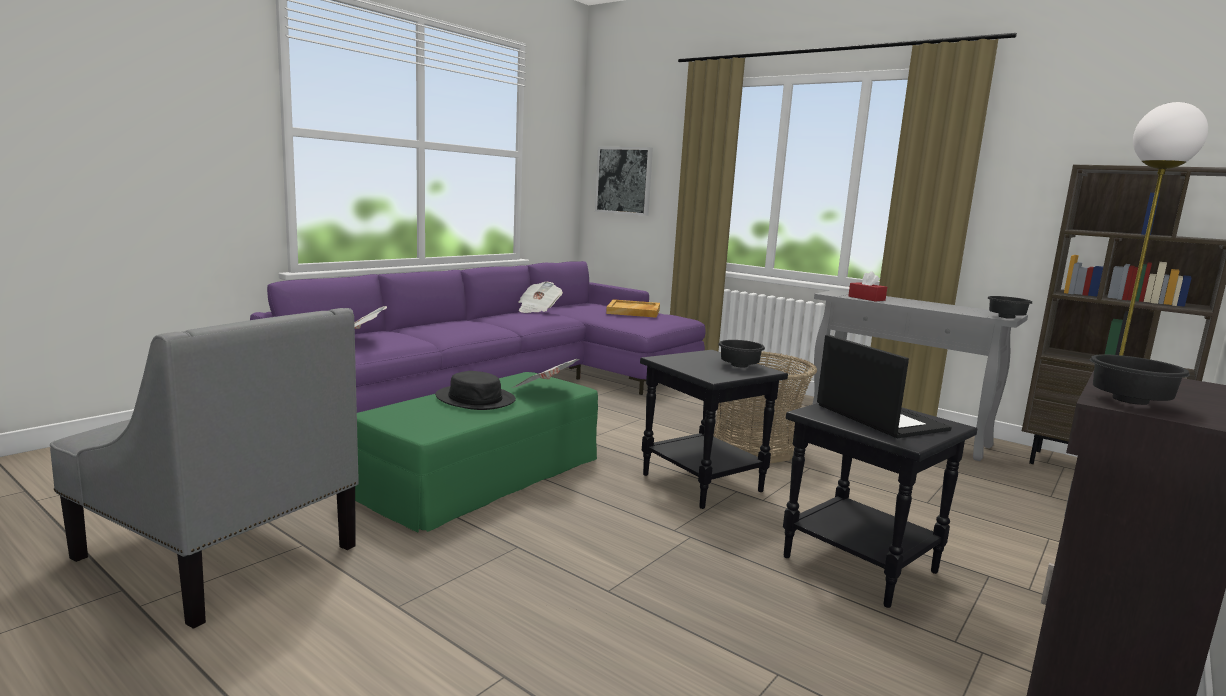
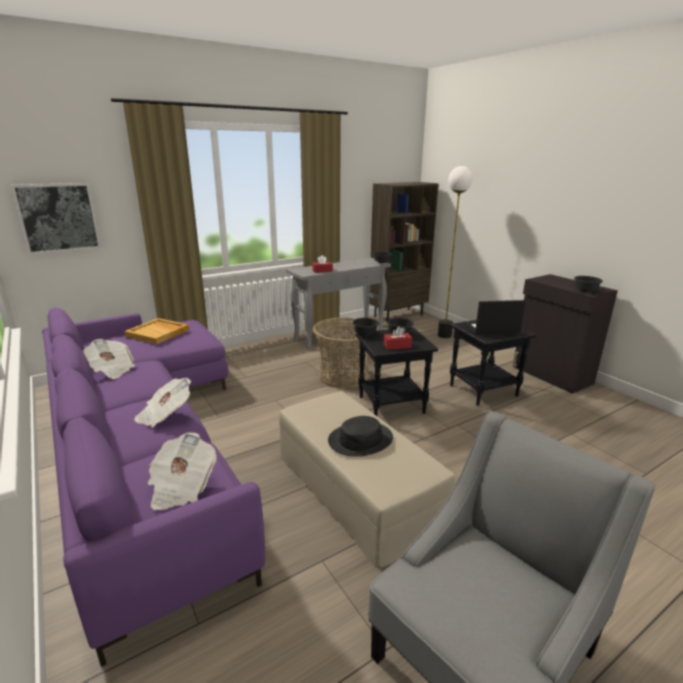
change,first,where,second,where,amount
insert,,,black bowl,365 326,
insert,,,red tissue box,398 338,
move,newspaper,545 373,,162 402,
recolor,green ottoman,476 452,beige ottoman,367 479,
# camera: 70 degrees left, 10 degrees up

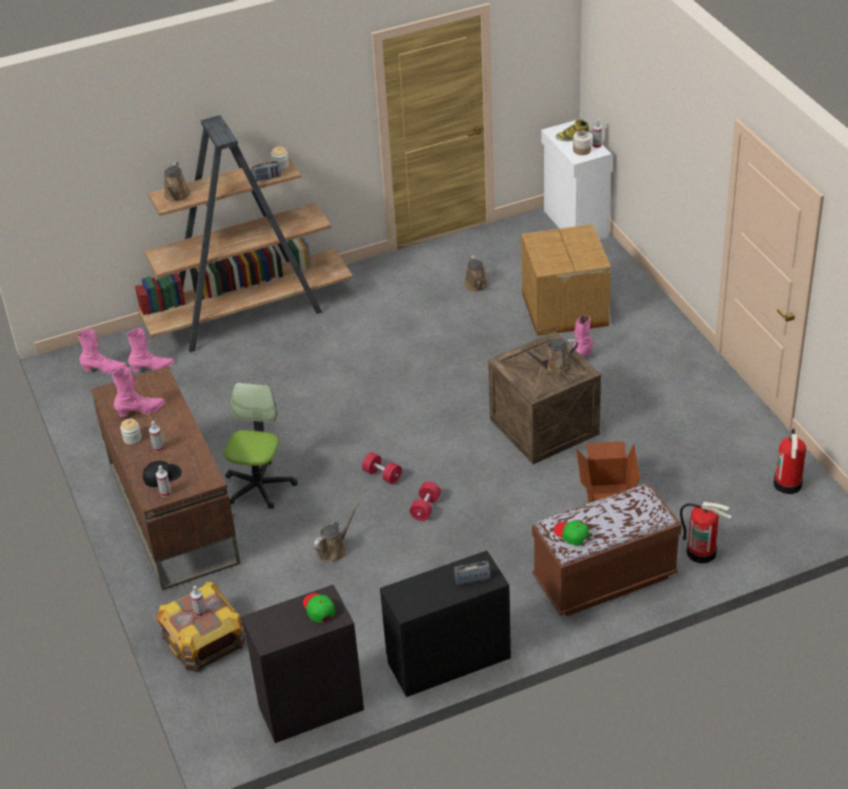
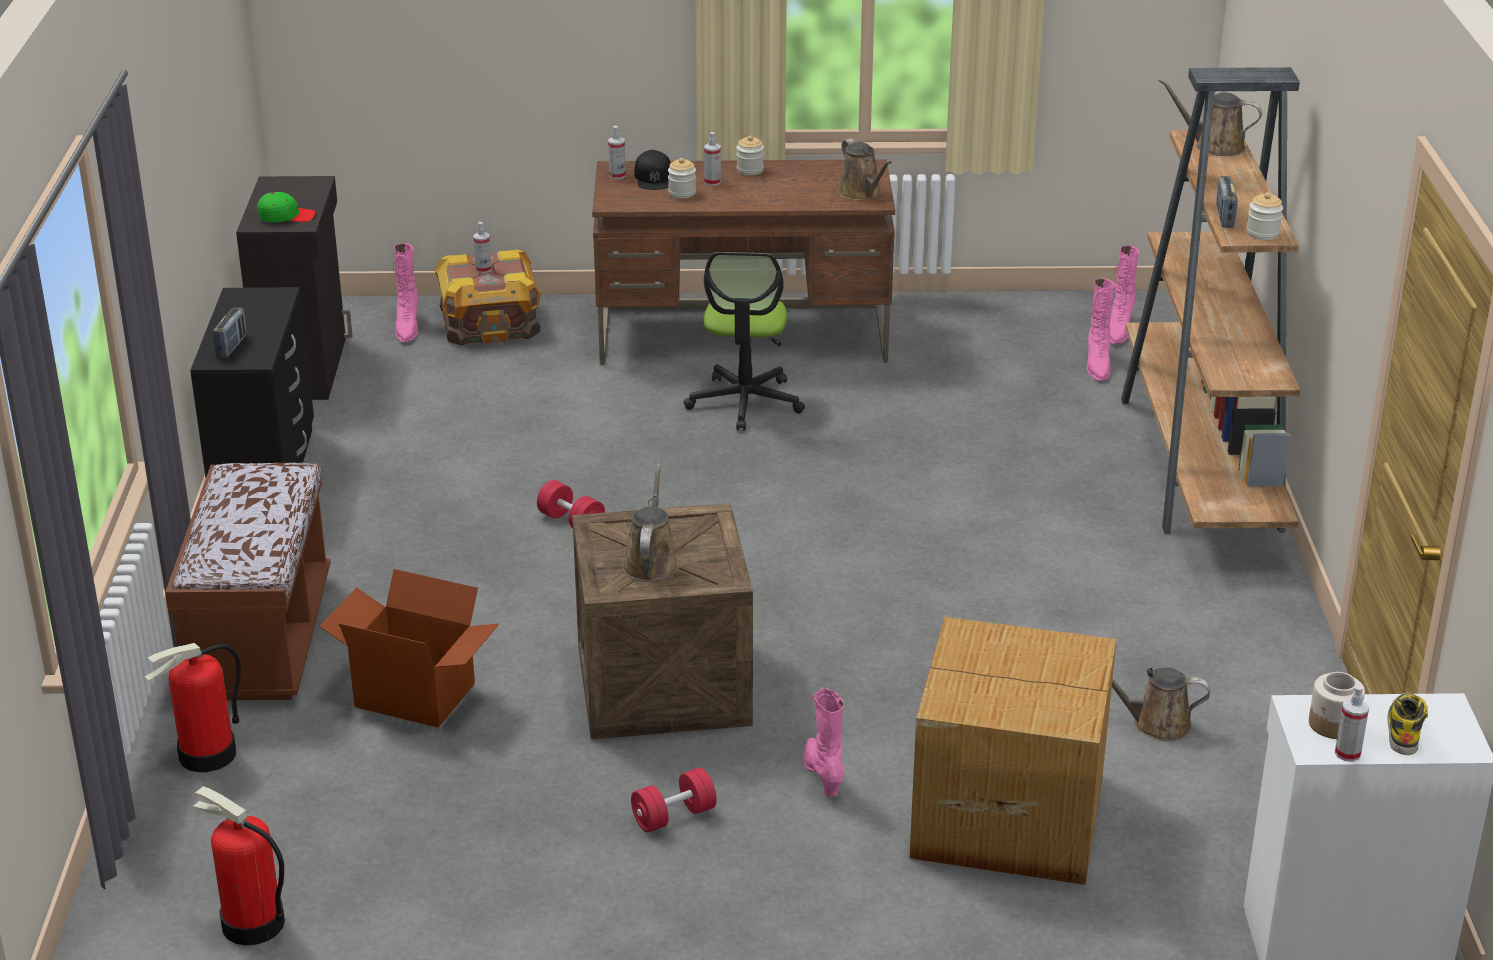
change,first,where,second,where,amount
delete,green cap,571 533,,,
insert,,,jar,682 178,
move,pink boot,138 392,,405 292,
move,brown watering can,336 532,,864 170,
move,red dumbbell,382 468,,674 800,
rotate,office chair,260 445,,744 341,60 degrees clockwise
# camera: 110 degrees right, 10 degrees down

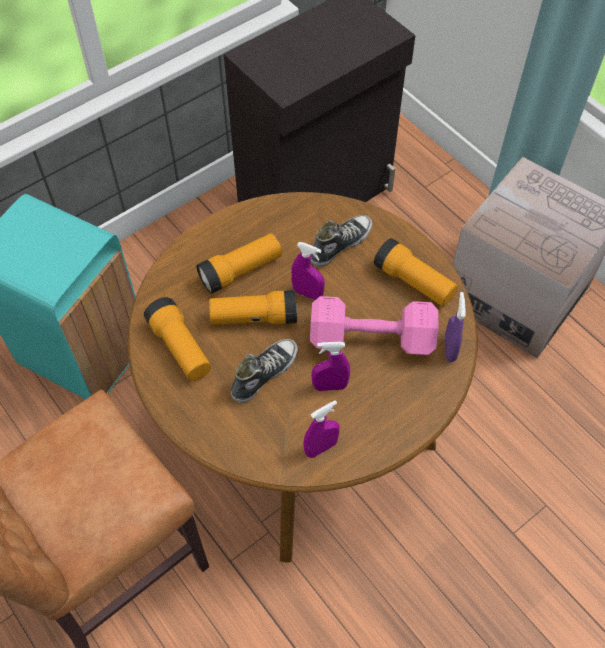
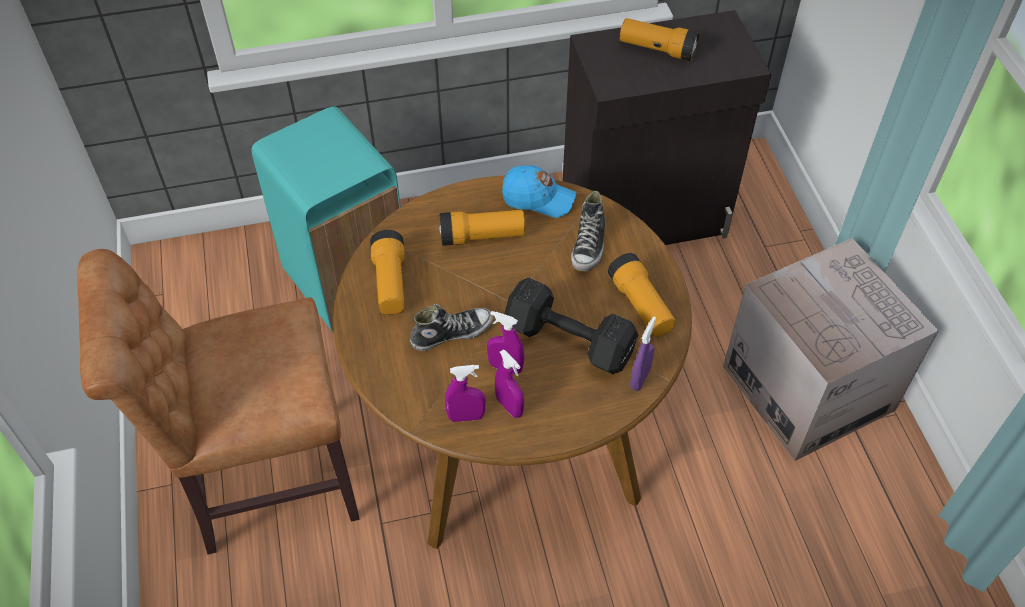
change,first,where,second,where,amount
insert,,,blue cap,539 191,
move,flashlight,253 307,,659 39,
move,purple spray bottle,308 271,,509 383,
recolor,pink dumbbell,374 325,black dumbbell,571 325,
rotate,shoe,342 241,,588 231,120 degrees clockwise
# camera: 25 degrees right, 5 degrees down

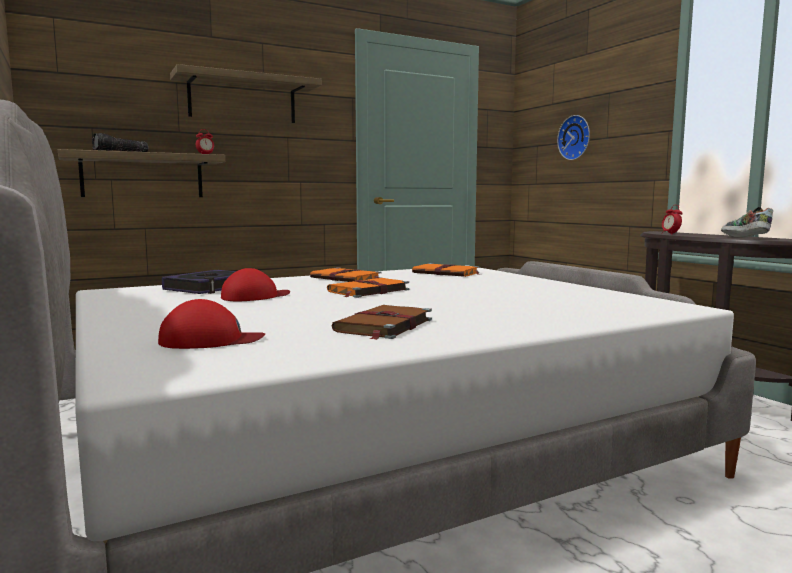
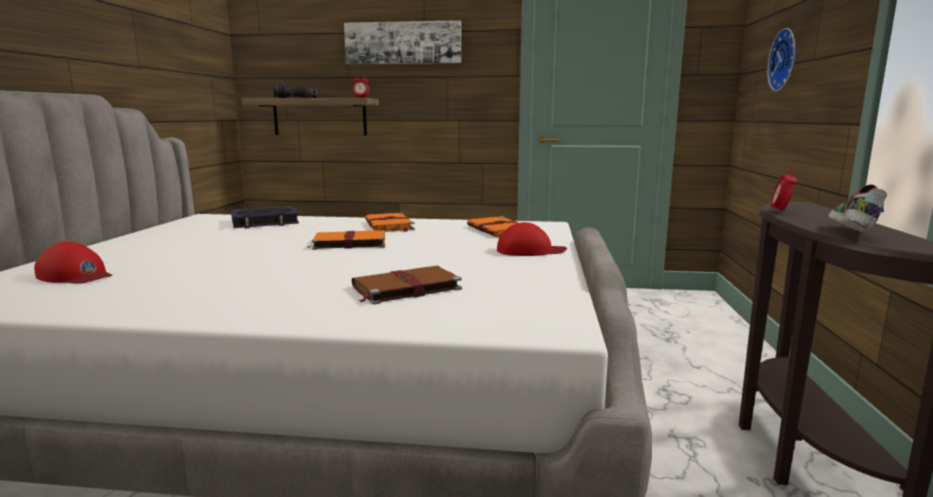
change,first,where,second,where,amount
move,red cap,255 284,,532 239,
move,brown book,381 322,,407 285,
replace,shelf,246 93,picture,402 42,
# camera: 35 degrees right, 5 degrees up

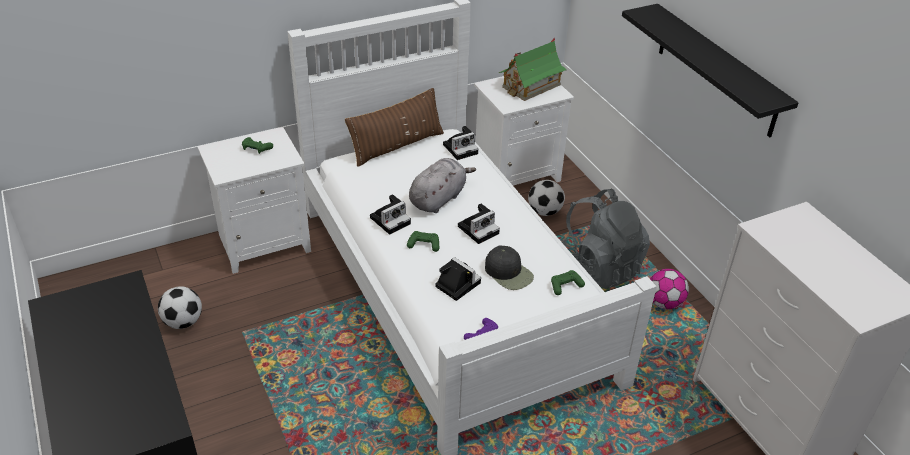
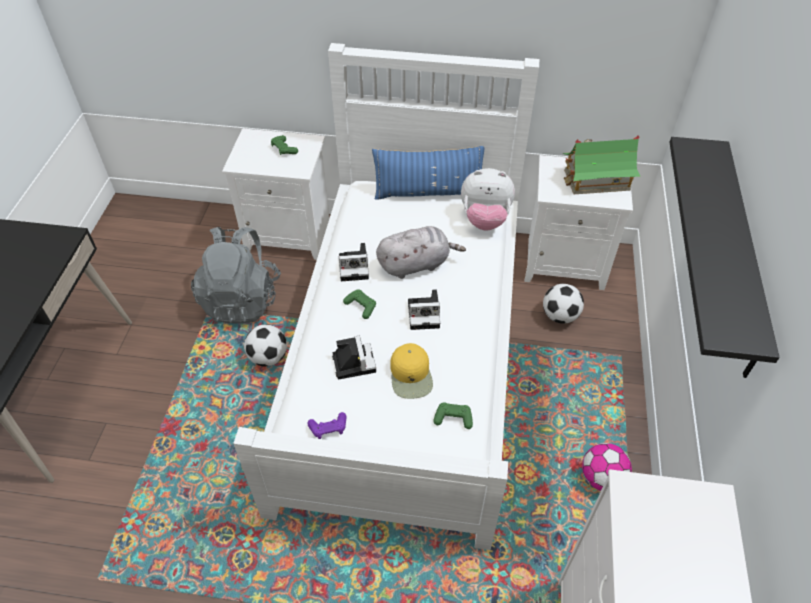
change,first,where,second,where,amount
move,football,180 307,,265 345,
move,grey backpack,605 238,,236 275,
replace,photo camera,461 143,plush toy,488 199,
recolor,brown pillow,394 127,blue pillow,428 173,
recolor,black cap,509 267,yellow cap,411 371,
# camera: 35 degrees right, 10 degrees up

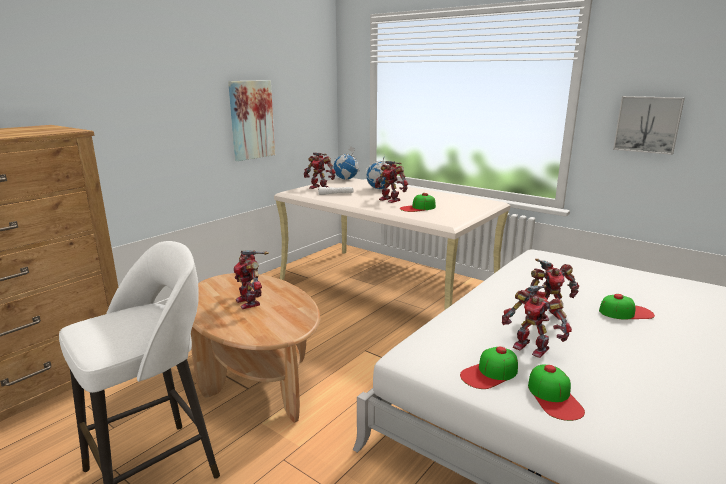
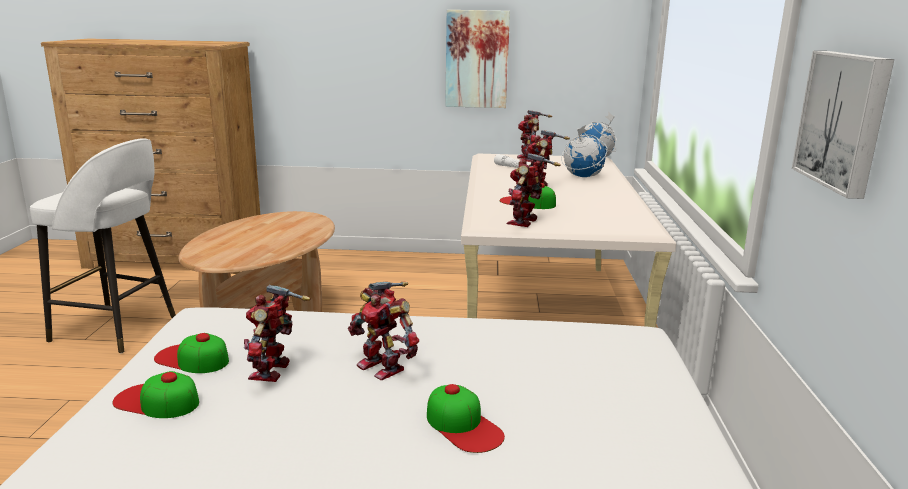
change,first,where,second,where,amount
move,toy robot,251 279,,533 190,
rotate,cap,556 392,,156 394,60 degrees clockwise
# camera: 55 degrees right, 0 degrees up

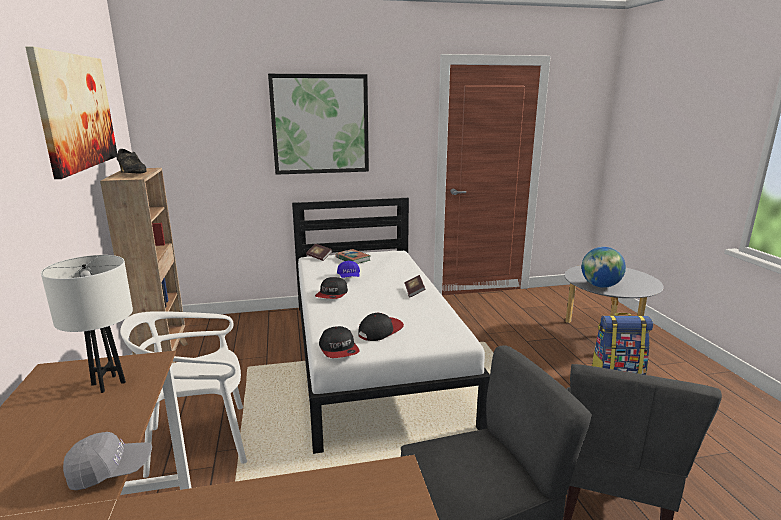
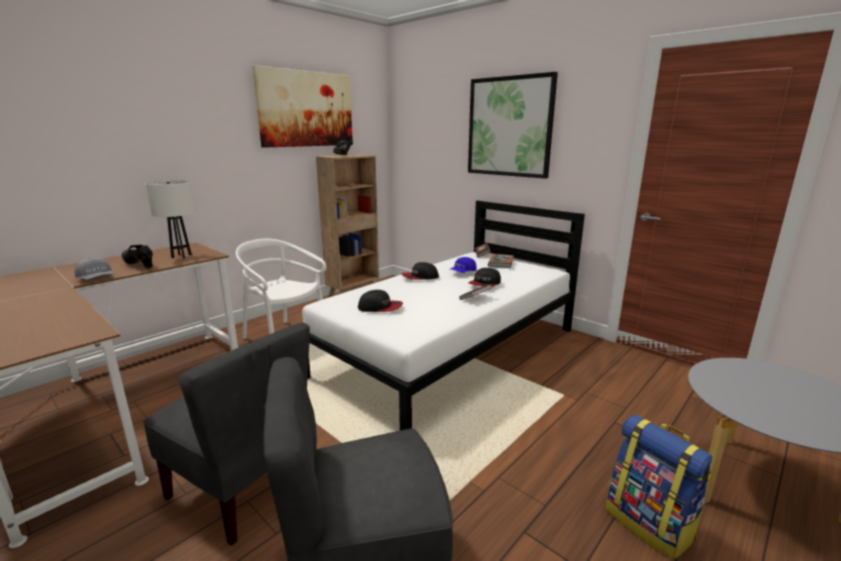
change,first,where,second,where,amount
delete,globe,604 267,,,
insert,,,black shoe,137 256,
move,cap,339 342,,485 277,
# camera: 55 degrees right, 0 degrees up

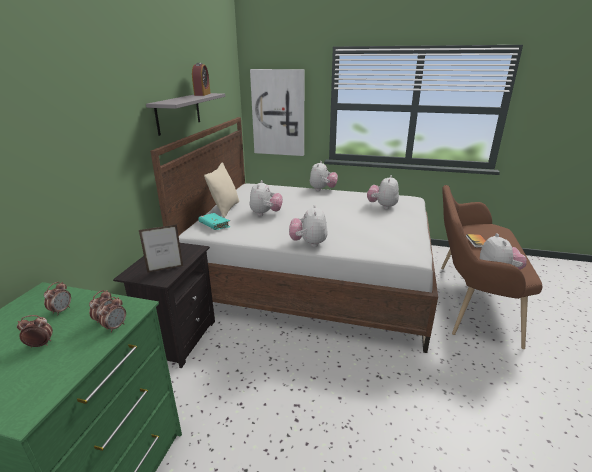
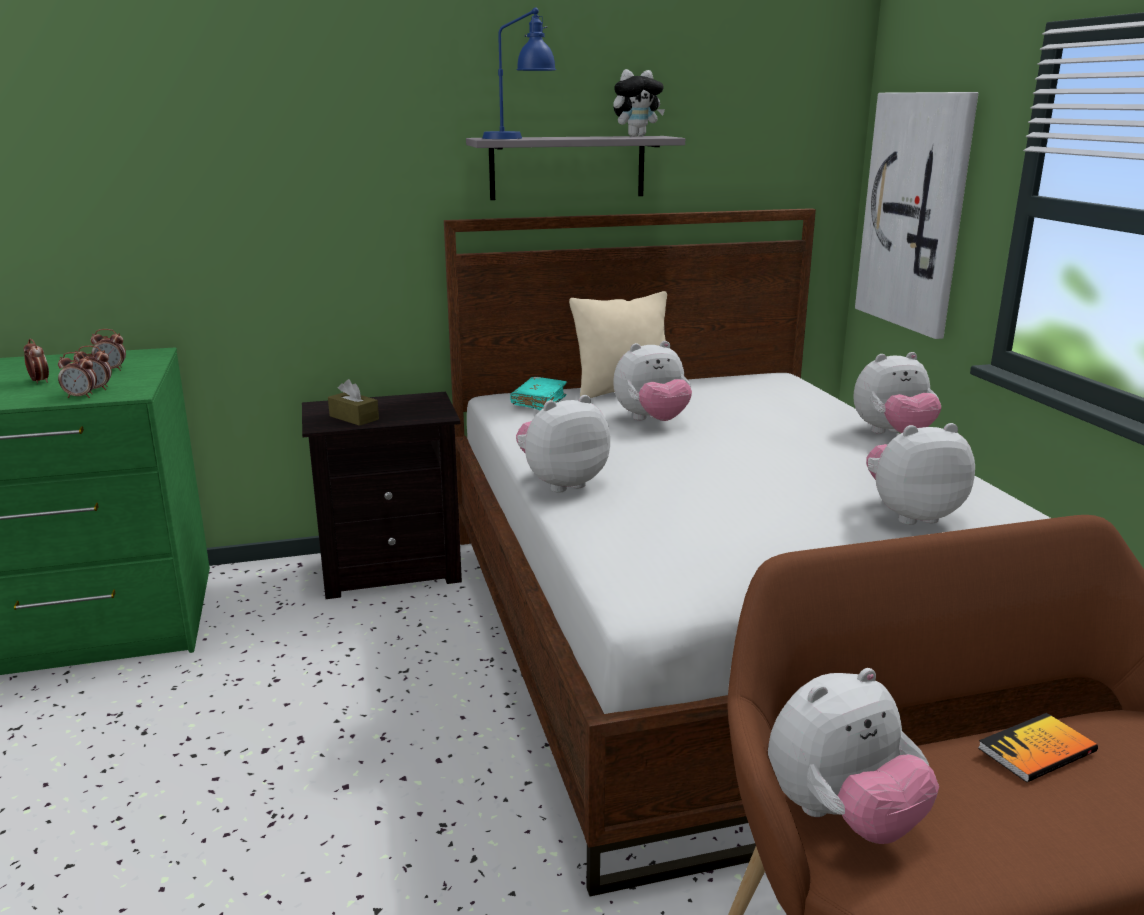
change,first,where,second,where,amount
insert,,,blue table lamp,519 73,
replace,picture frame,161 248,brown tissue box,353 402,
replace,alarm clock,201 79,plush toy,639 103,
# camera: 60 degrees right, 5 degrees down

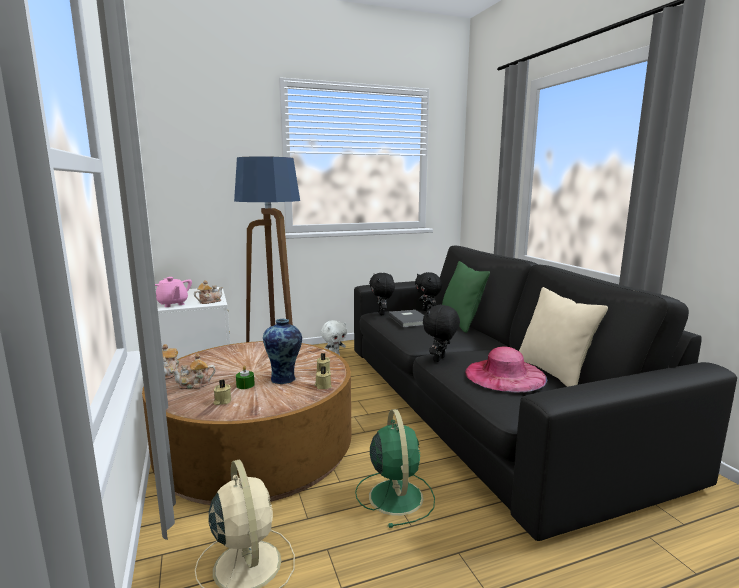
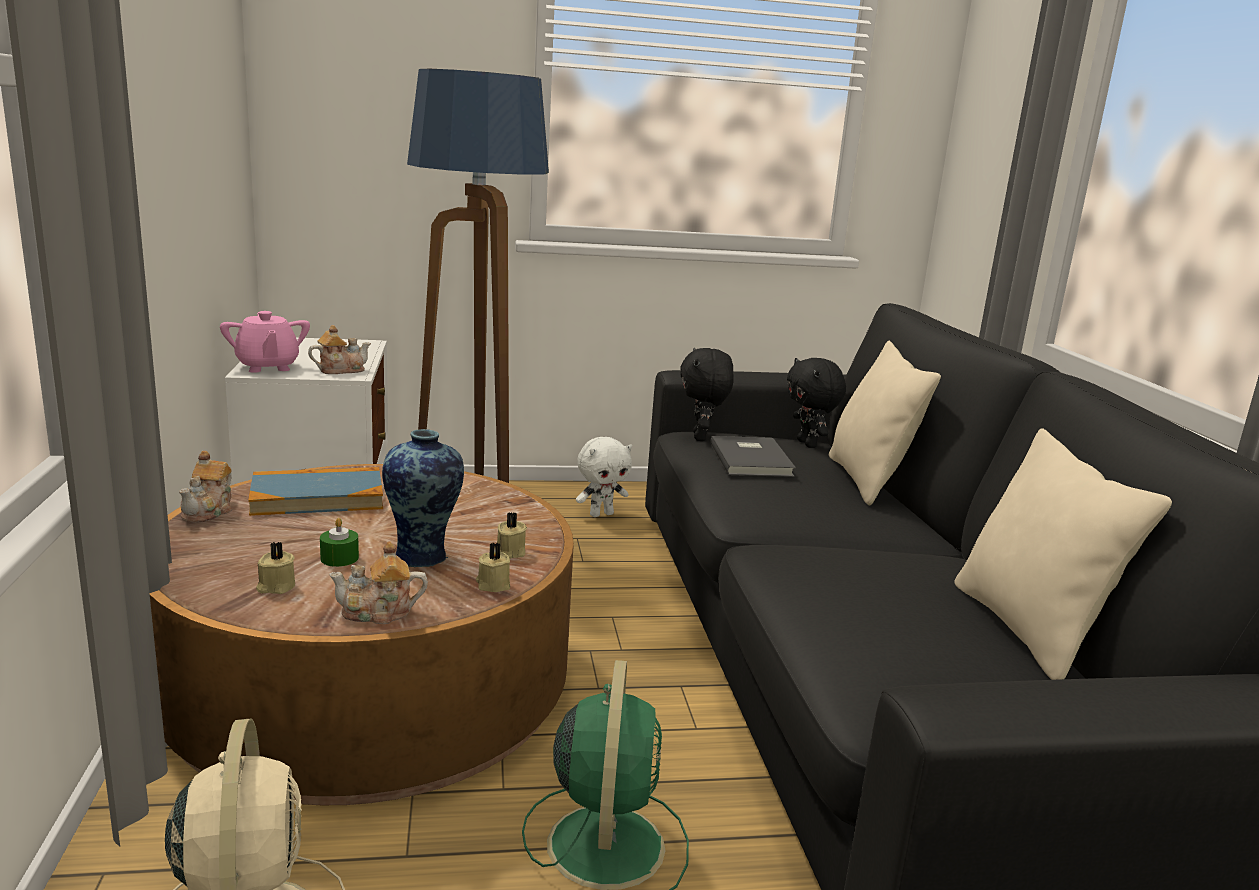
change,first,where,second,where,amount
delete,black plush toy,441 333,,,
delete,pink hat,506 369,,,
insert,,,book,315 491,
move,teapot,194 371,,378 582,
recolor,green pillow,466 297,beige pillow,885 423,
# camera: 10 degrees right, 5 degrees up

